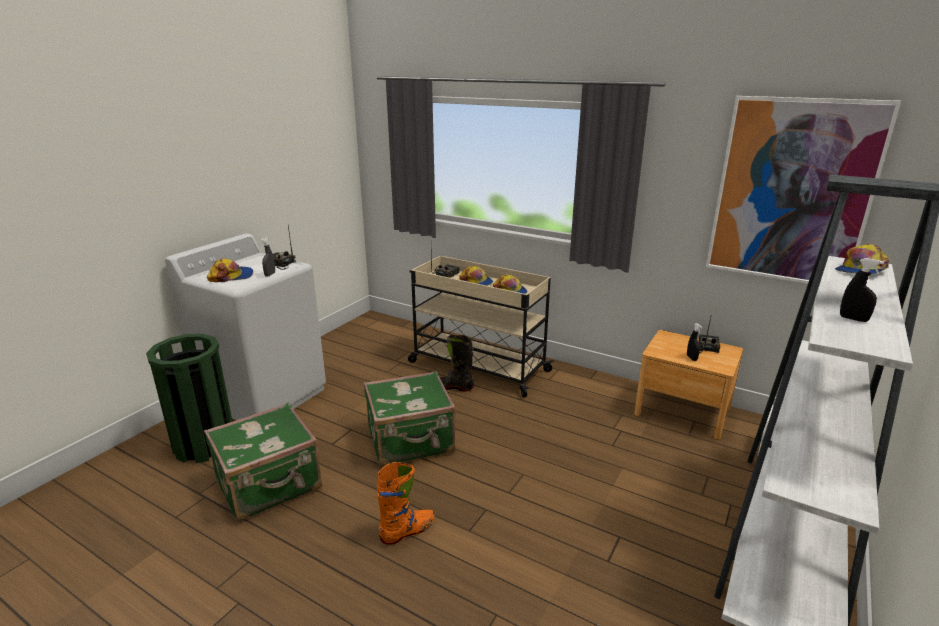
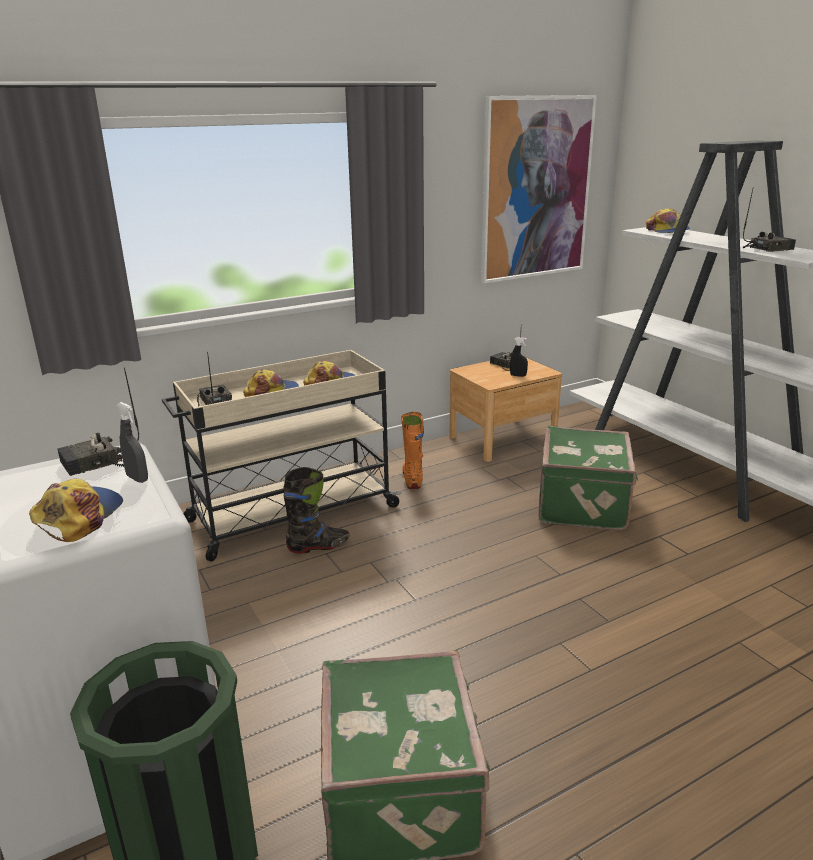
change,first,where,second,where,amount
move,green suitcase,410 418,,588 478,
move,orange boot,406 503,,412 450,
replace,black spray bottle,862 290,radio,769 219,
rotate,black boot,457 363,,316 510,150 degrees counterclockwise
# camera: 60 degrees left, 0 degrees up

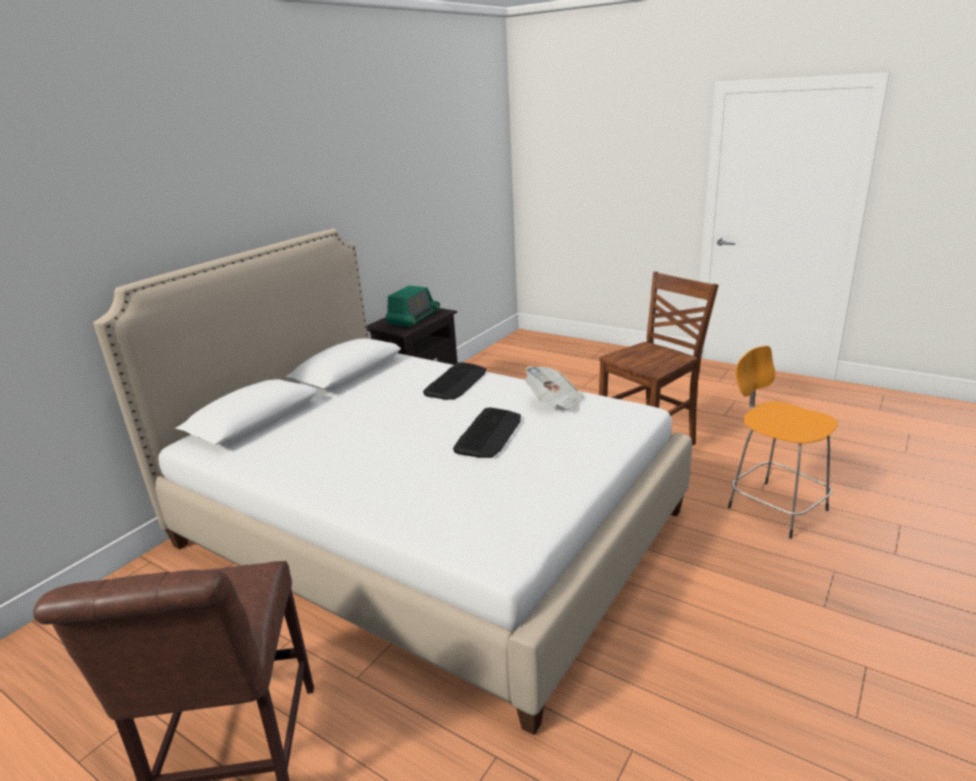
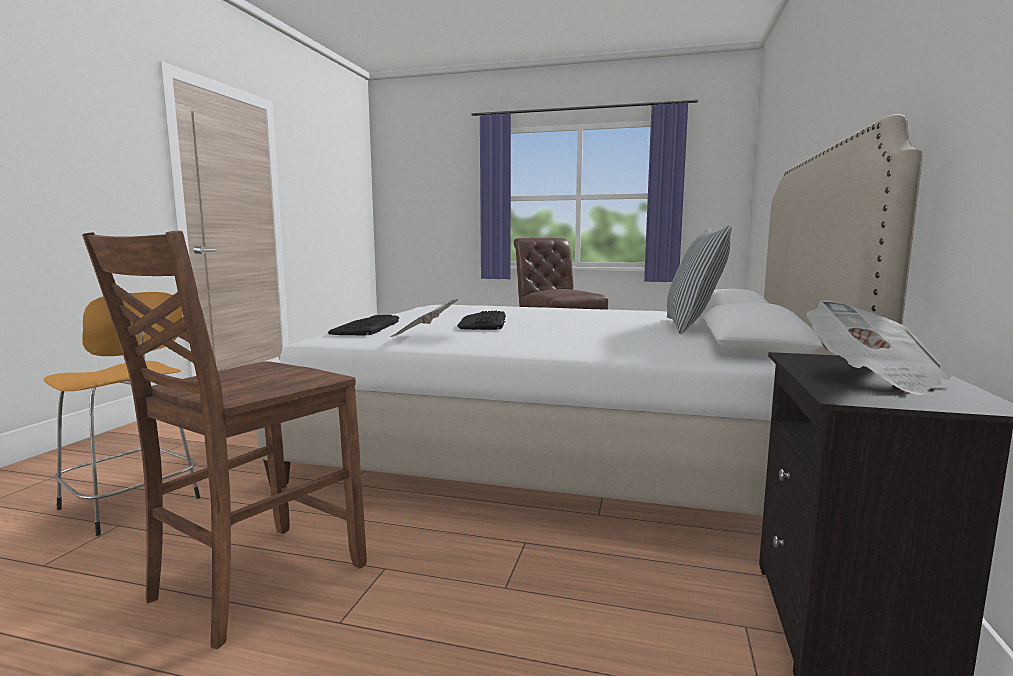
change,first,where,second,where,amount
insert,,,pillow,699 280,
move,keyboard,455 381,,363 325,
replace,radio,412 306,newspaper,879 347,
# camera: 160 degrees right, 15 degrees down

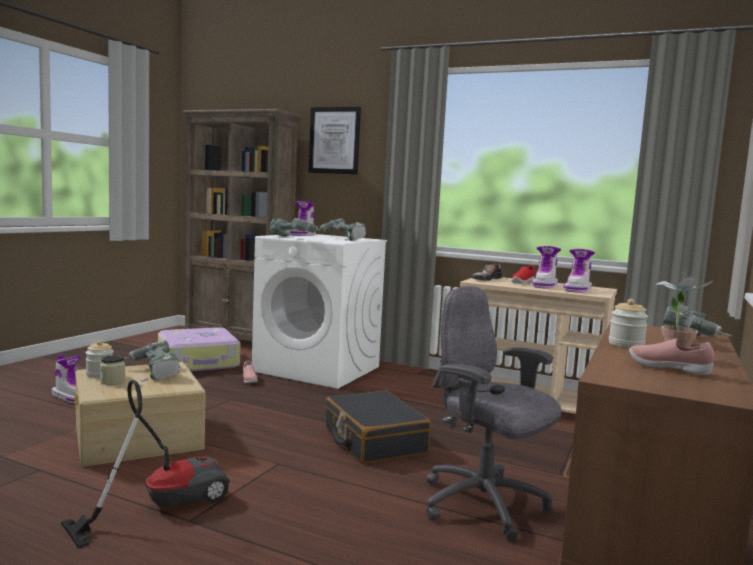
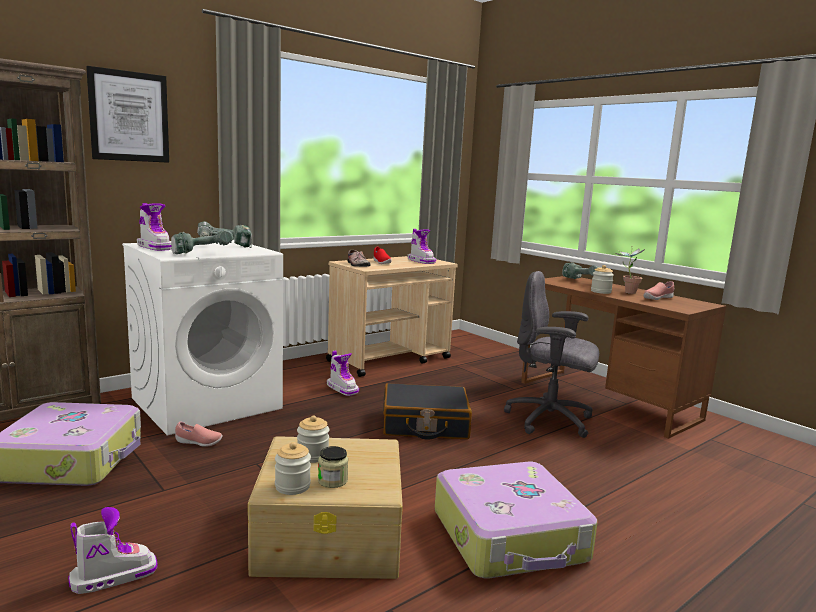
change,first,where,second,where,amount
move,boot,546 267,,343 373,
replace,vacuum cleaner,145 464,suitcase,516 520,
replace,power drill,152 360,jar,313 439,
rotate,grey office chair,494 413,,551 354,45 degrees clockwise
# camera: 65 degrees left, 5 degrees up

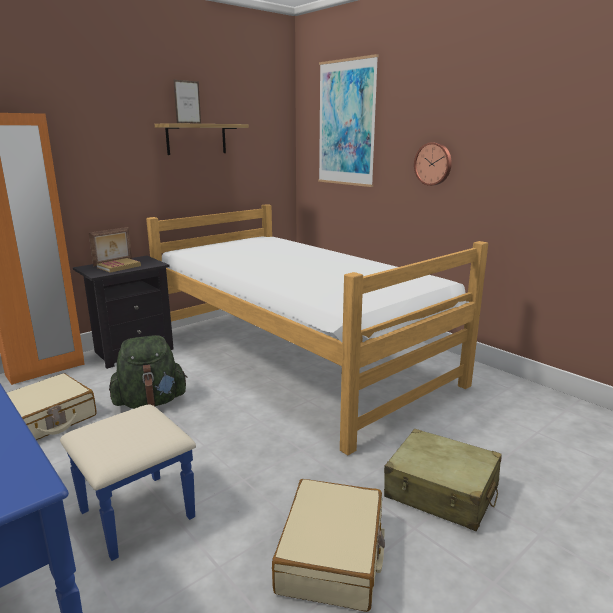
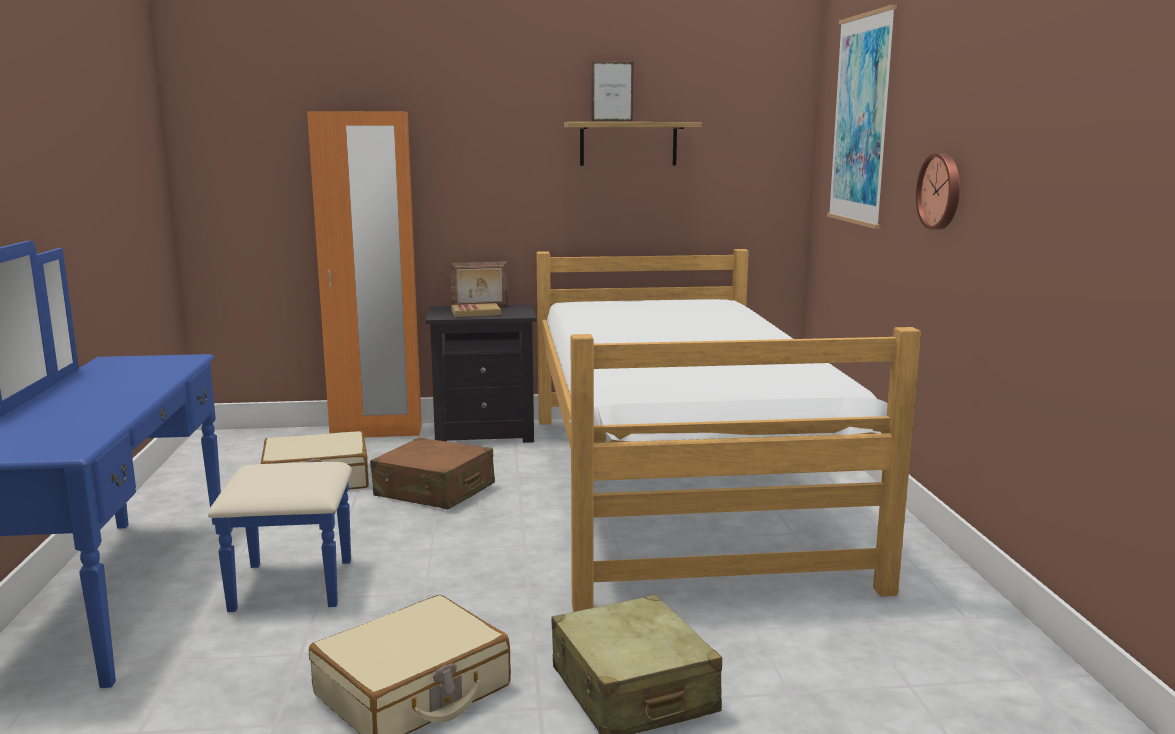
change,first,where,second,where,amount
replace,green backpack,148 372,brown suitcase,432 473,
# camera: 35 degrees right, 5 degrees down

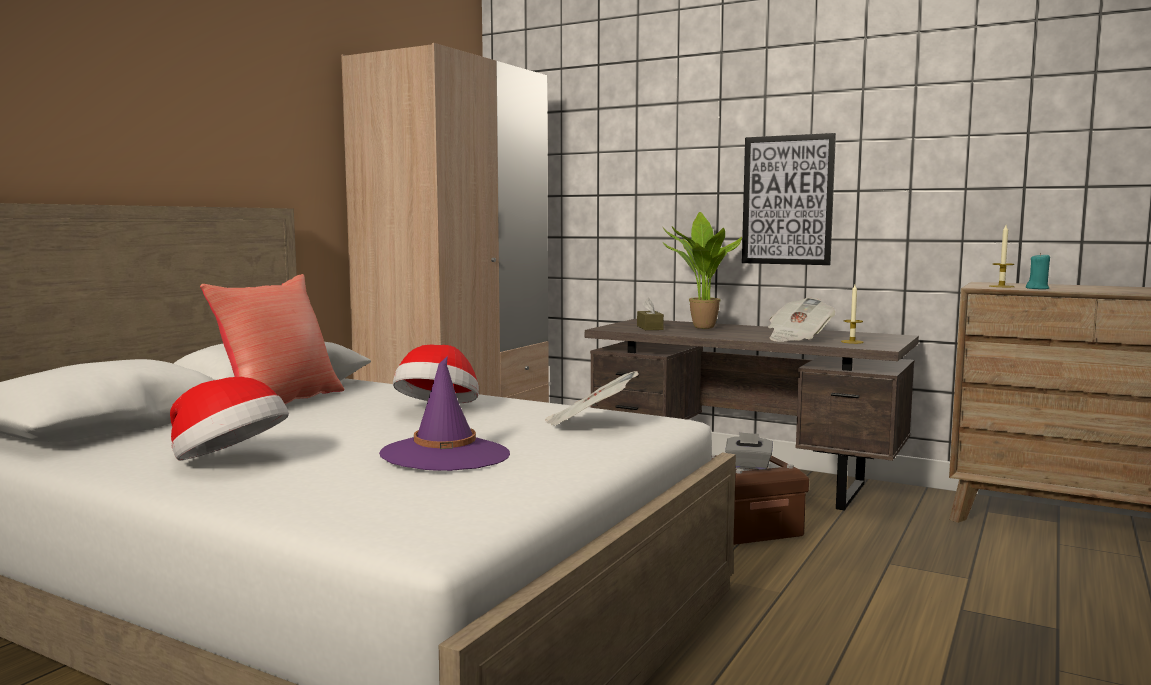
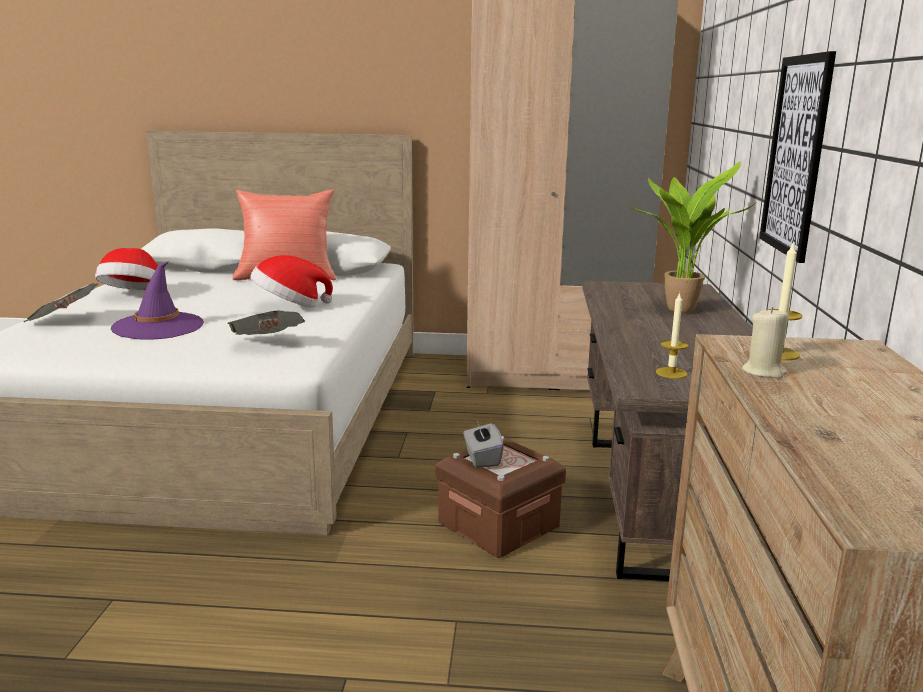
change,first,where,second,where,amount
delete,brown tissue box,650 314,,,
move,newspaper,802 320,,61 302,
recolor,turquoise candle,1038 271,beige candle,765 342,
# camera: 65 degrees right, 10 degrees up

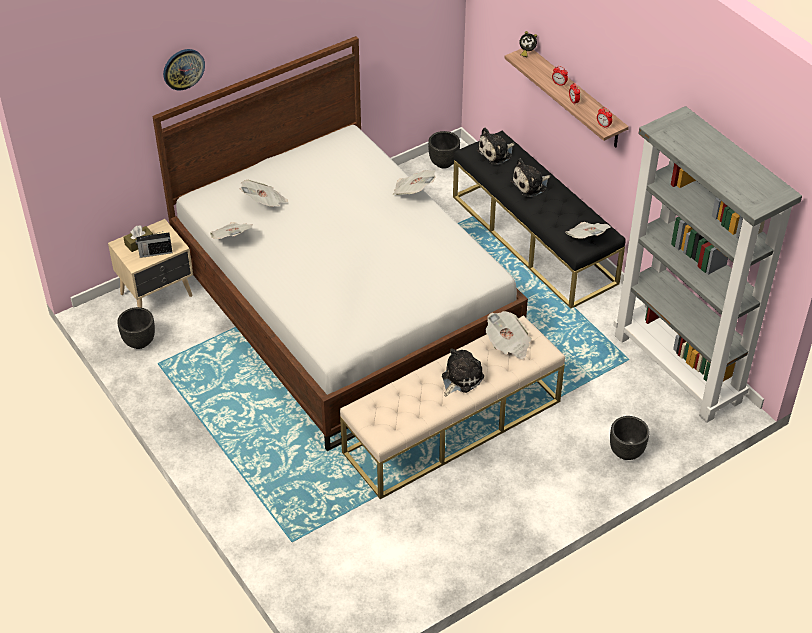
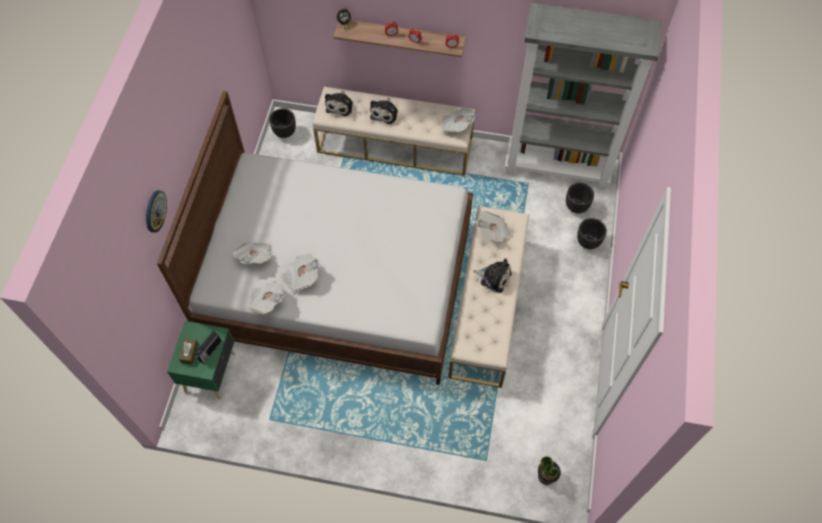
change,first,where,second,where,amount
insert,,,potted plant,549 470,
move,black planter,136 328,,580 198,
move,newspaper,414 182,,300 273,
recolor,beige nightstand,150 263,green nightstand,201 360,
recolor,black bench,539 220,beige bench,393 131,
rotate,plush toy,463 372,,492 275,120 degrees clockwise
# camera: 45 degrees left, 15 degrees up

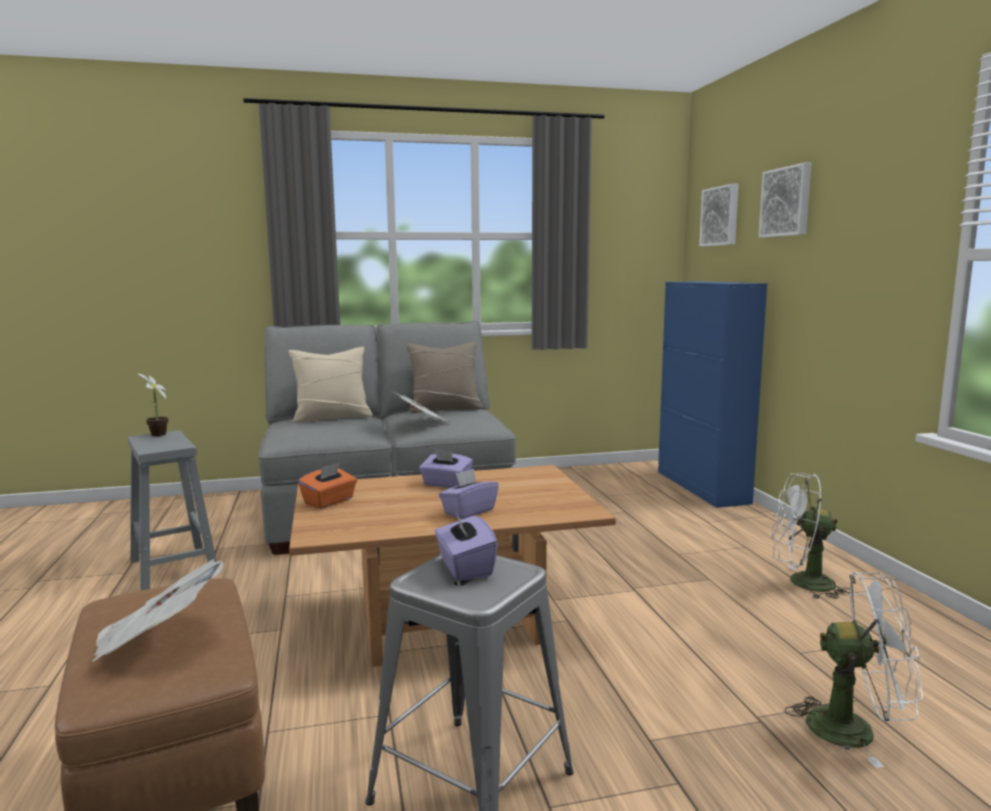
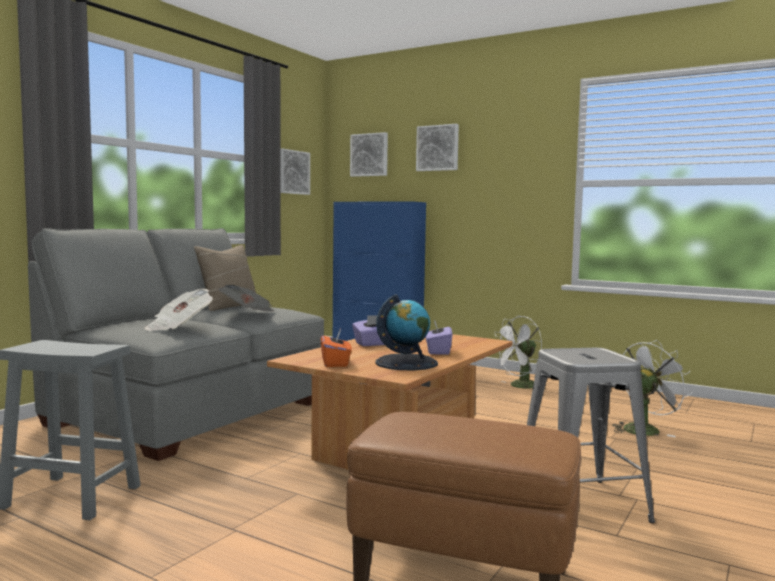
change,first,where,second,where,amount
delete,potted plant,152 404,,,
delete,beige pillow,331 385,,,
delete,purple tissue box,466 546,,,
insert,,,picture,295 172,
insert,,,globe,407 332,
move,newspaper,158 610,,179 310,
# camera: 45 degrees left, 5 degrees down

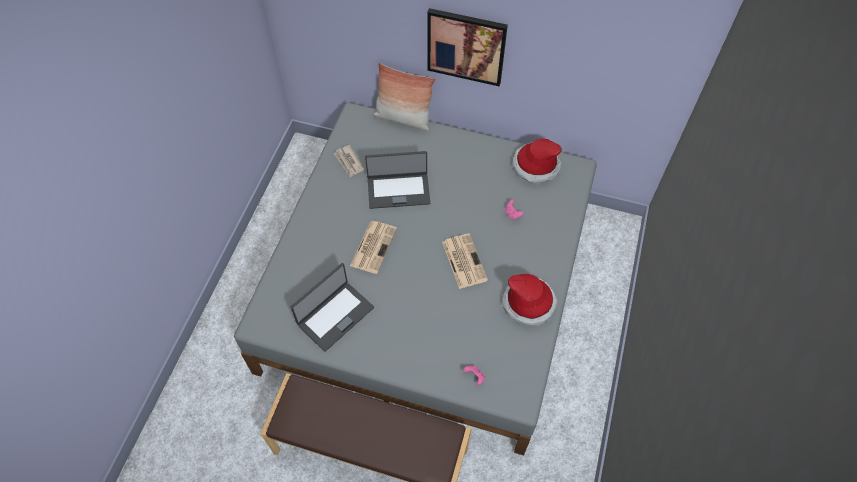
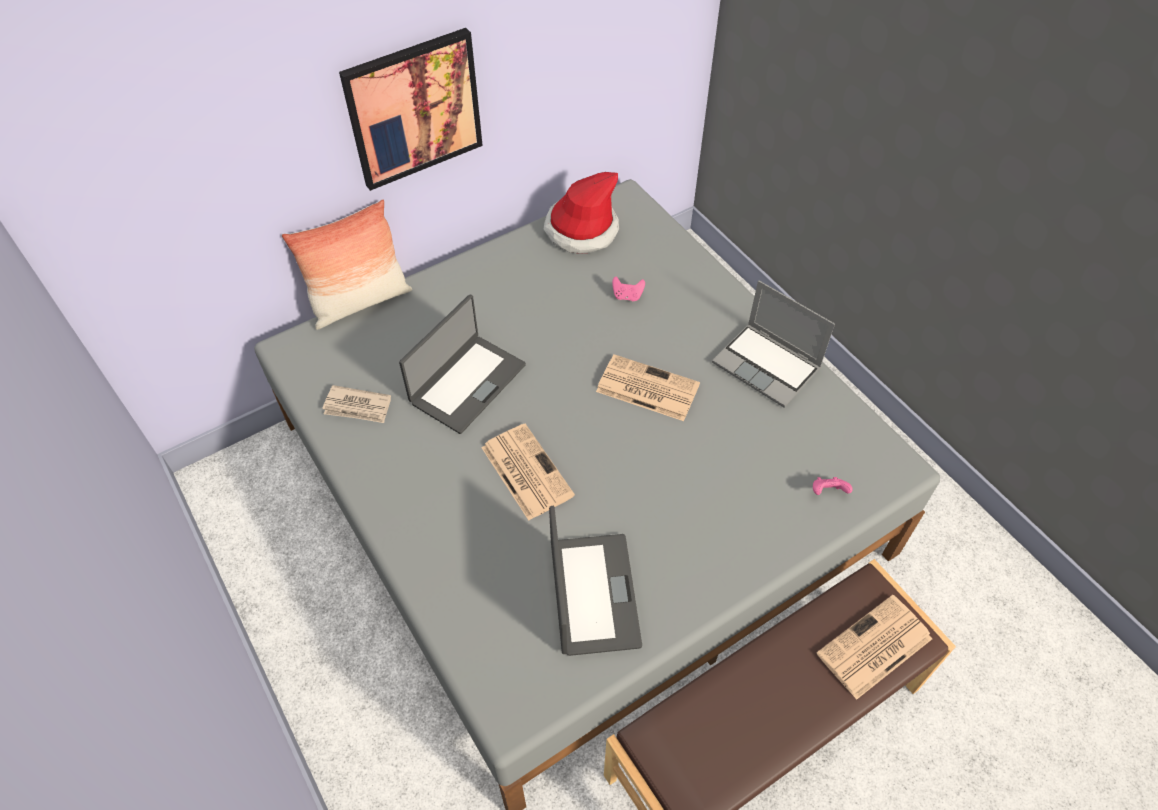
change,first,where,second,where,amount
insert,,,newspaper,874 647,
replace,hat,530 300,laptop,773 344,
# camera: 50 degrees left, 5 degrees down

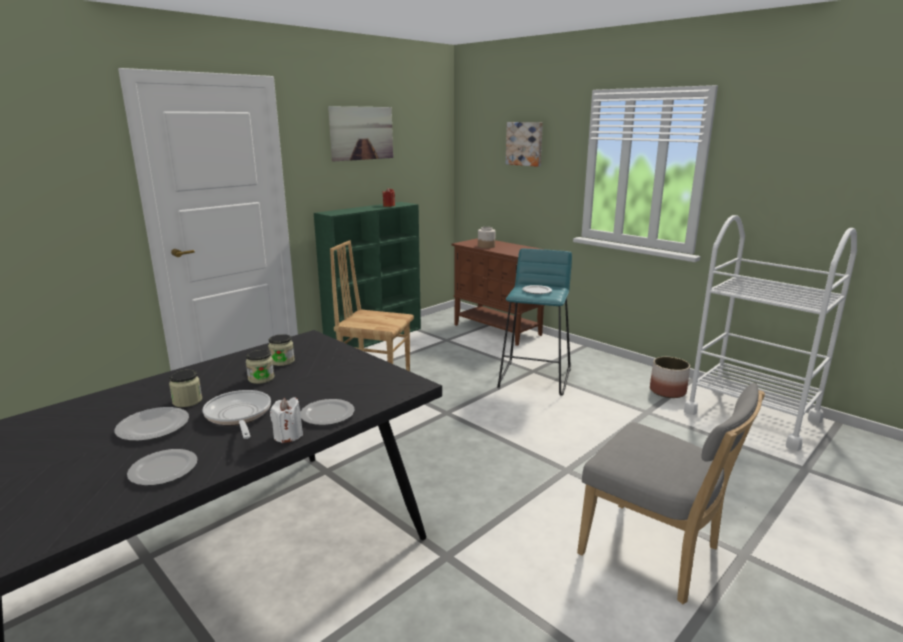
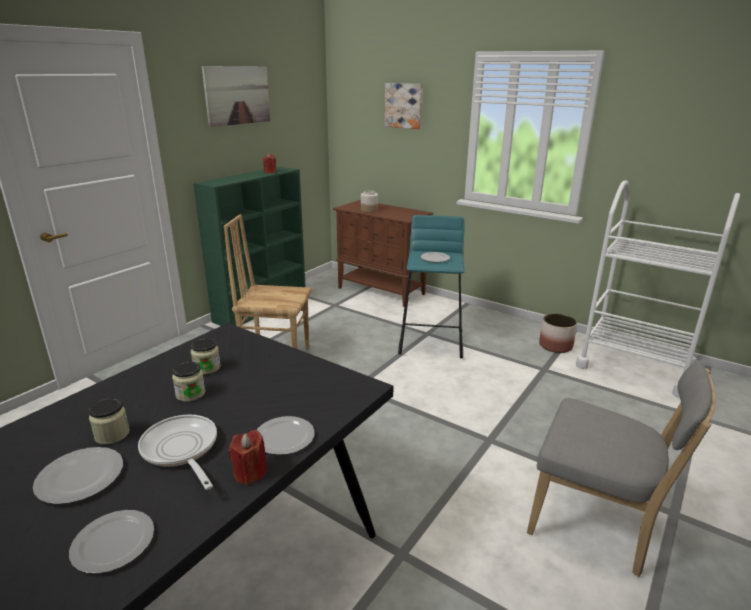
change,first,where,second,where,amount
recolor,white candle,286 420,red candle,248 457,
# camera: 10 degrees left, 5 degrees up

